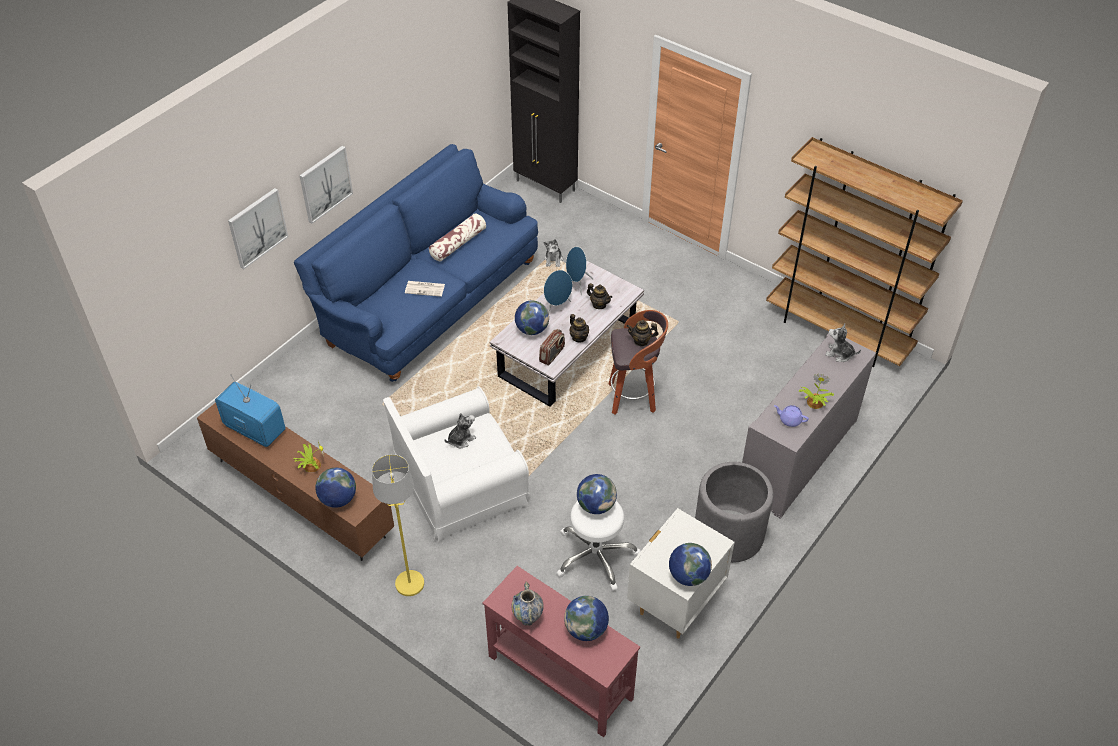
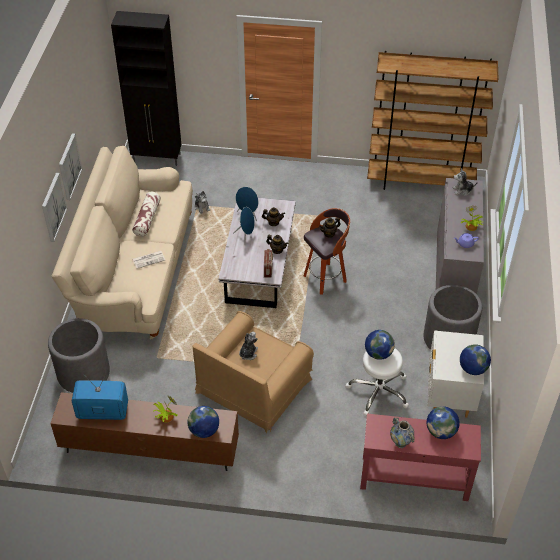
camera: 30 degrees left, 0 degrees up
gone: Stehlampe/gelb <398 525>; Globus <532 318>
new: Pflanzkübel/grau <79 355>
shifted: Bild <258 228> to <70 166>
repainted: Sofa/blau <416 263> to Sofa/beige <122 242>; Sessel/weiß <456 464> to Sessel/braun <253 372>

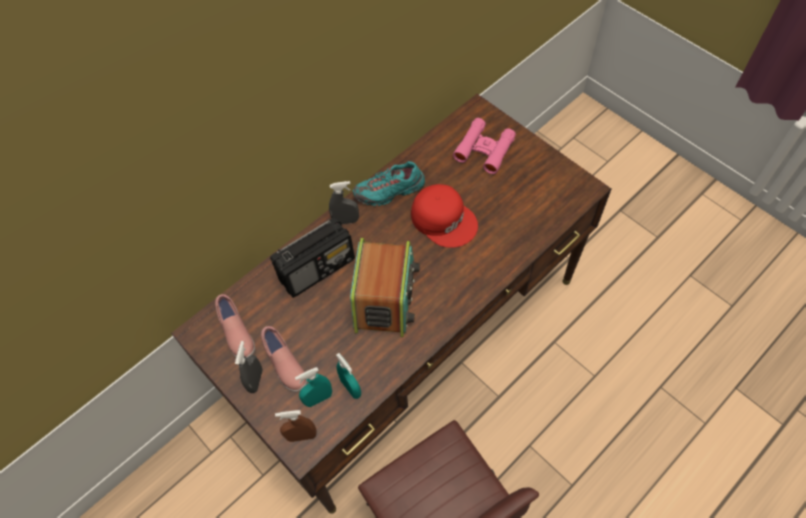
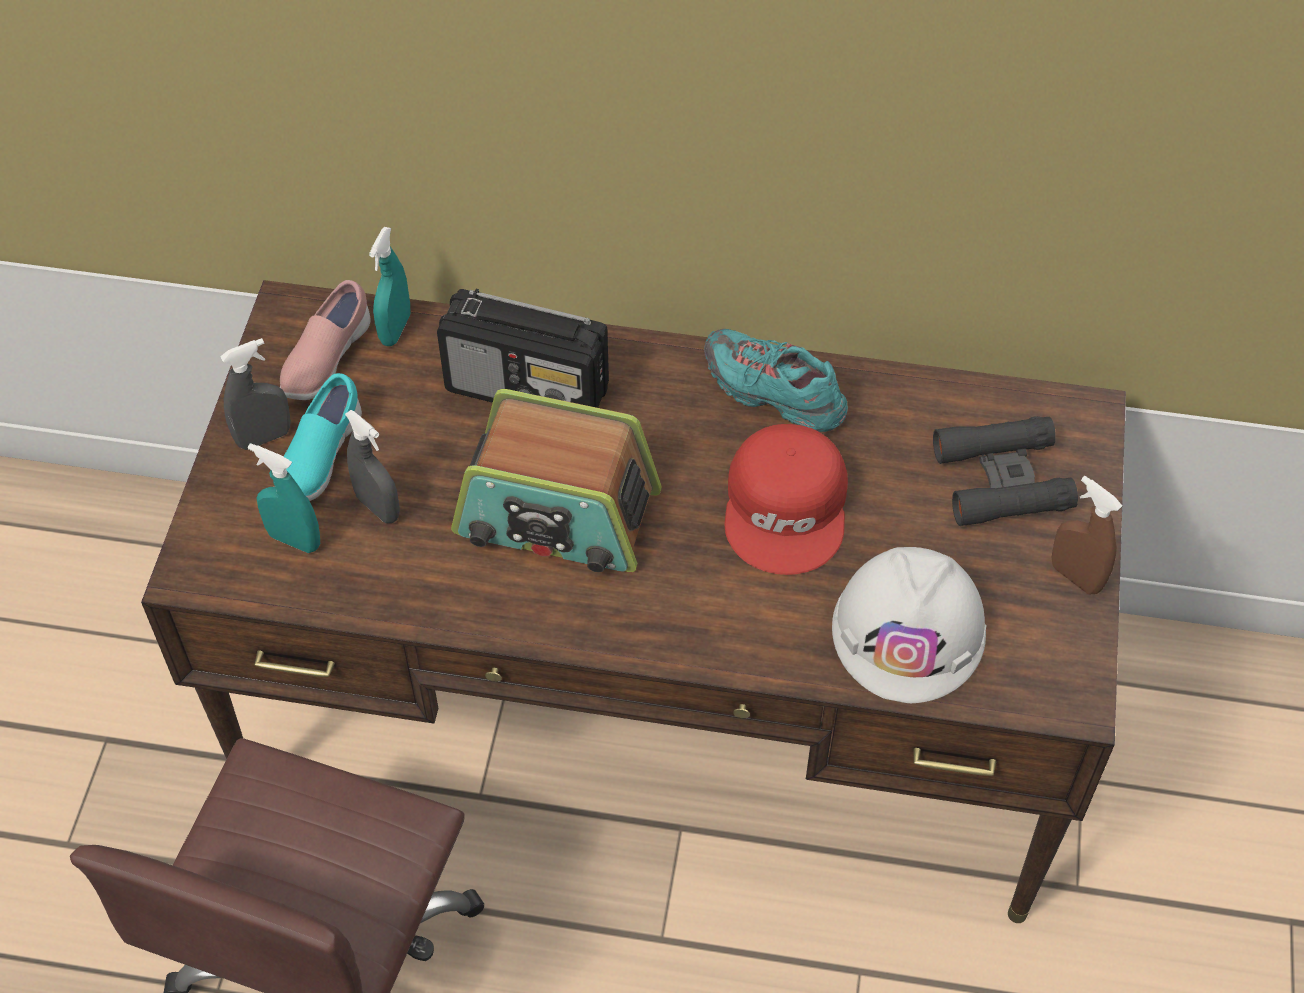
camera: 50 degrees right, 5 degrees down
new: Schutzhelm/weiß <909 625>
shifted: Sprühflasche/braun <296 426> to <1086 535>; Sprühflasche/grau <344 203> to <372 466>; Sprühflasche/türkis <348 376> to <389 286>
repainted: Schuh/rosa <284 359> to Schuh/türkis <322 437>; Fernglas/rosa <484 146> to Fernglas/schwarz <1005 471>
rotated: Radio <385 287> = <556 481> 45 degrees clockwise

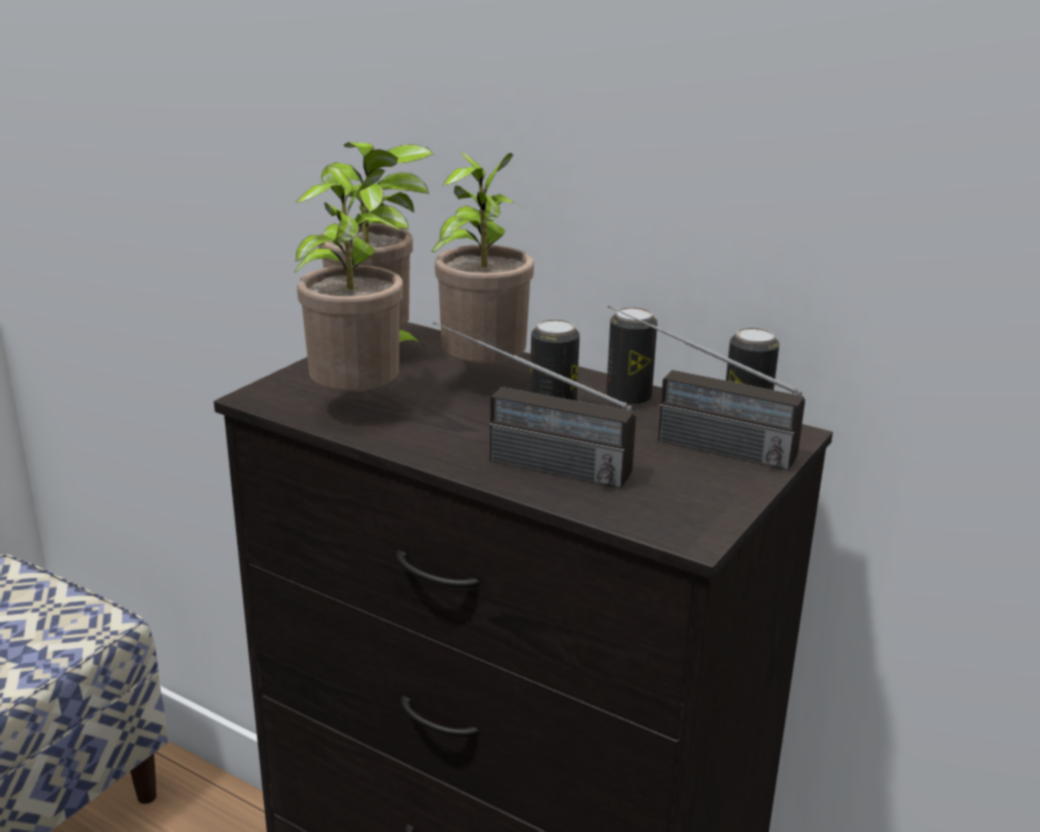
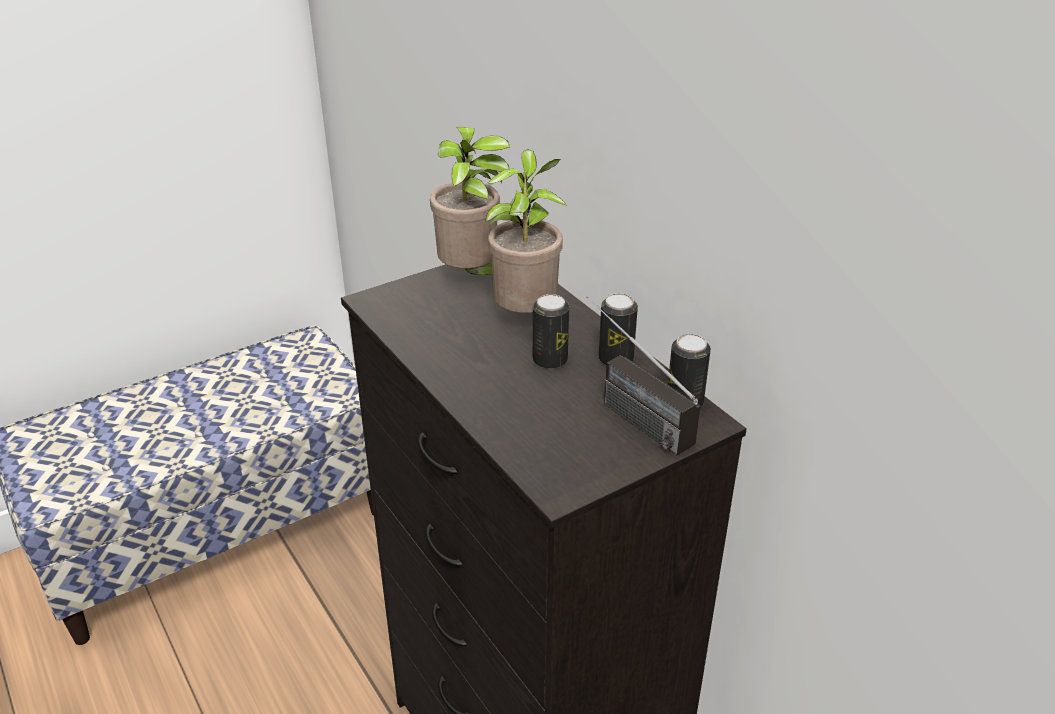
camera: 25 degrees right, 10 degrees up
gone: Topfpflanze <348 279>; Radio <534 405>

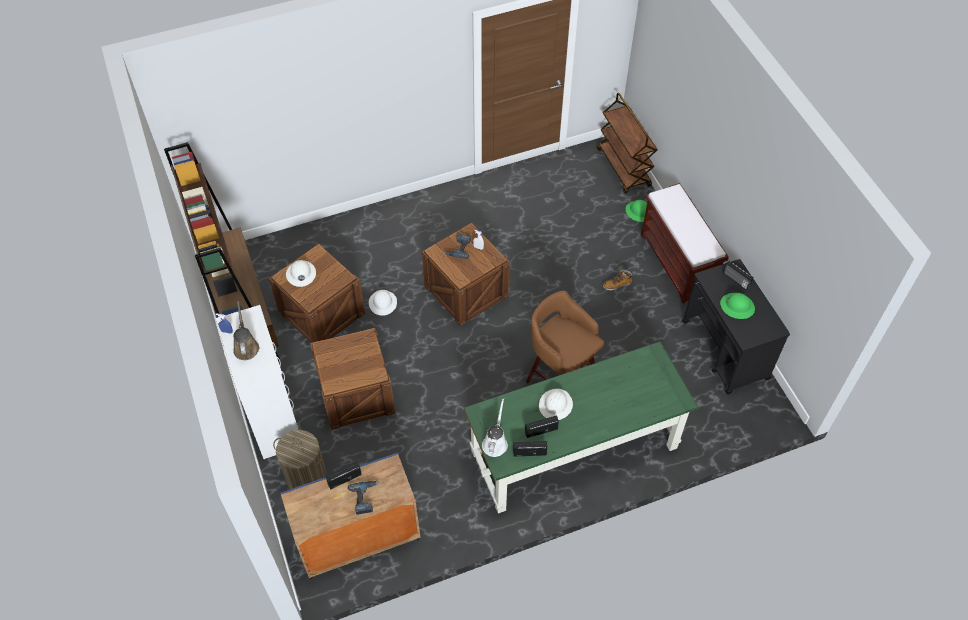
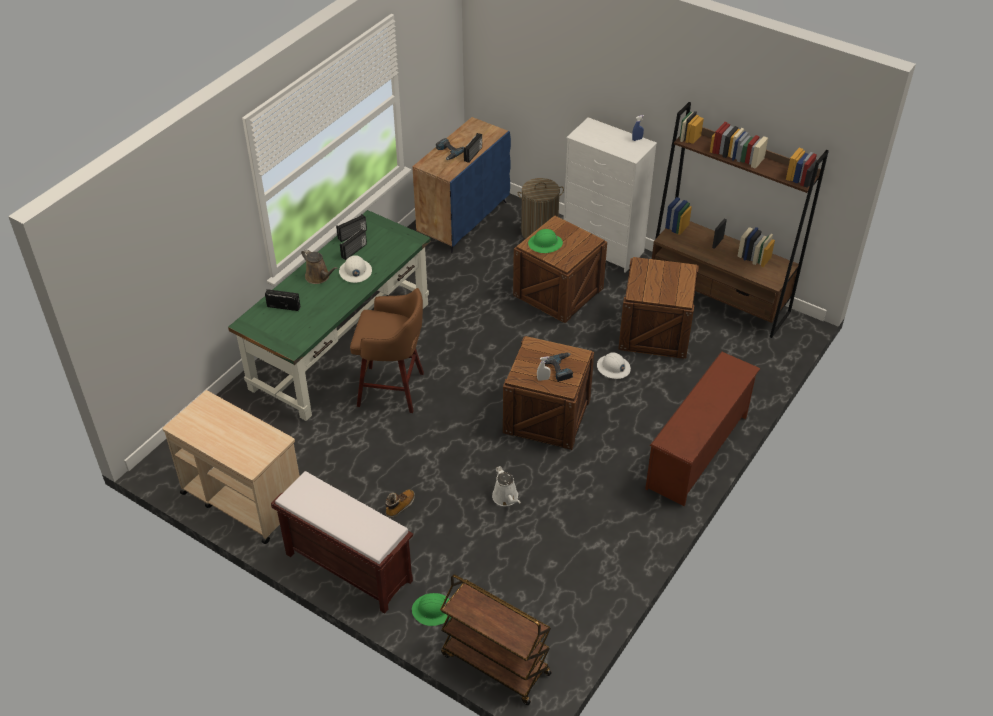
camera: 145 degrees right, 10 degrees down
gone: Schutzhelm/weiß <301 273>
new: Schuhregal/braun <703 428>
shifted: Gießkanne/braun <246 330> to <319 266>; Gießkanne/weiß <495 427> to <506 486>; Schutzhelm/grün <737 306> to <545 241>; Radio <738 275> to <283 300>
repainted: Rollwagen/schwarz <736 327> to Rollwagen/beige <231 467>

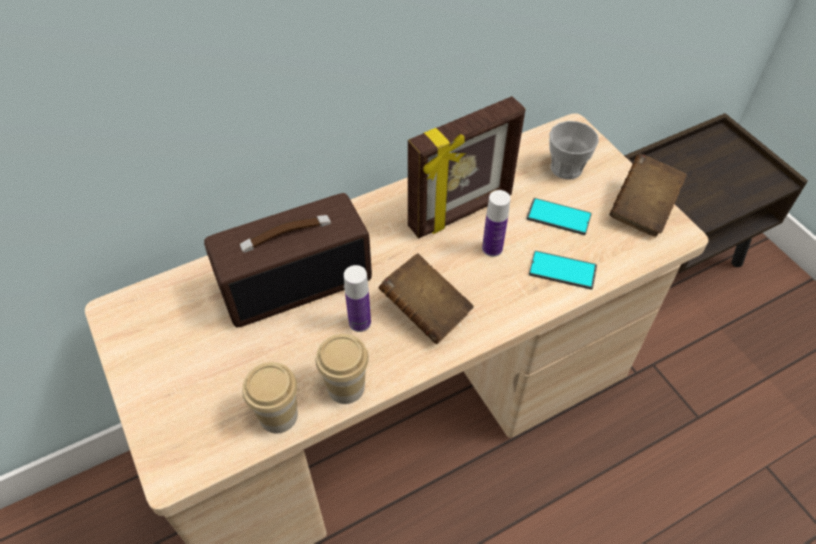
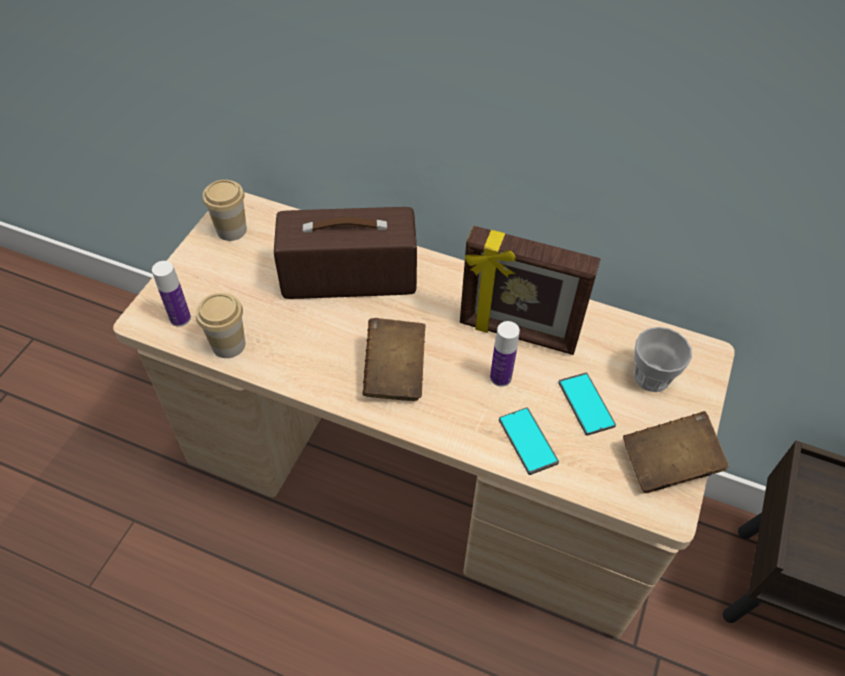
camera: 50 degrees right, 0 degrees up
shifted: Tasse <342 369> to <225 210>; Flasche <357 298> to <171 294>
rotated: Radio <288 260> = <345 253> 150 degrees clockwise

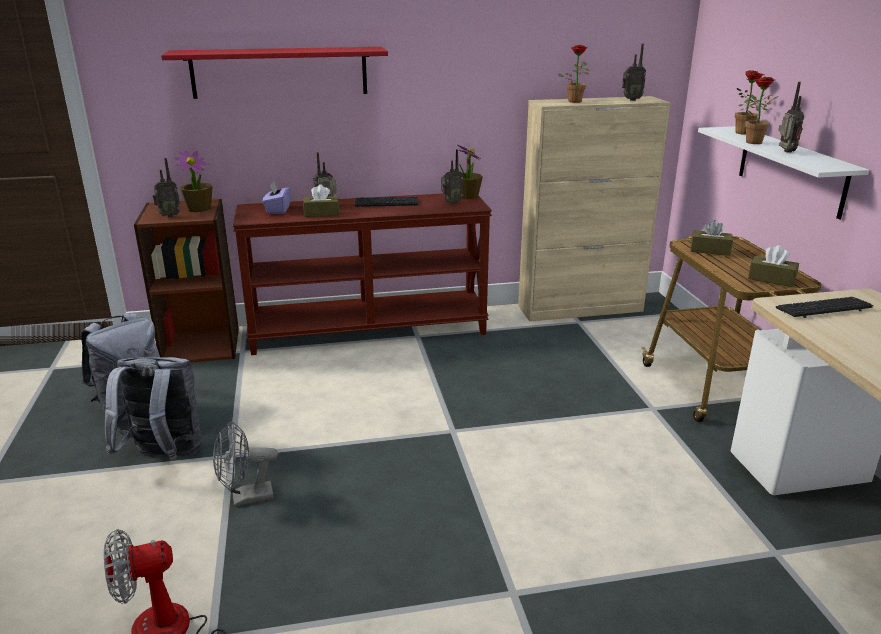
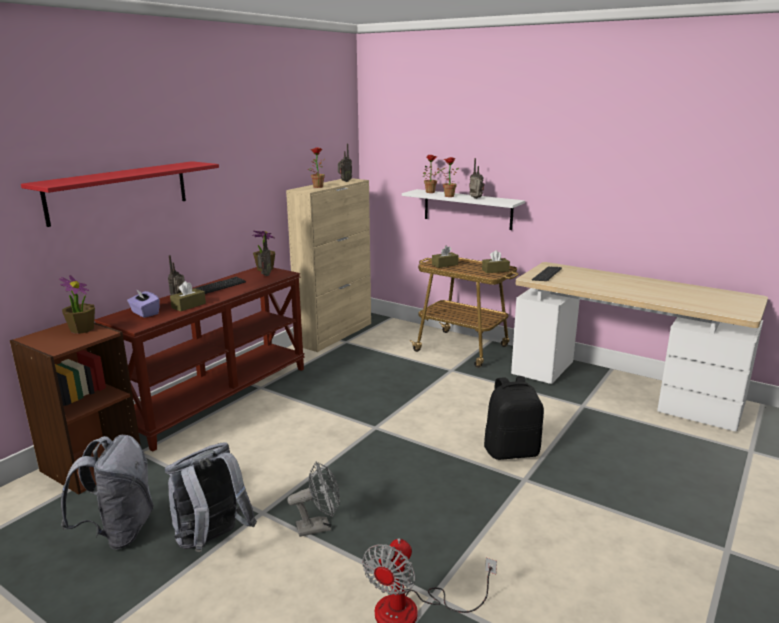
camera: 45 degrees left, 5 degrees down
gone: Radio <166 187>
new: Rucksack/schwarz <514 418>
rotated: Ventilator/grau <245 464> = <313 499> 135 degrees counterclockwise

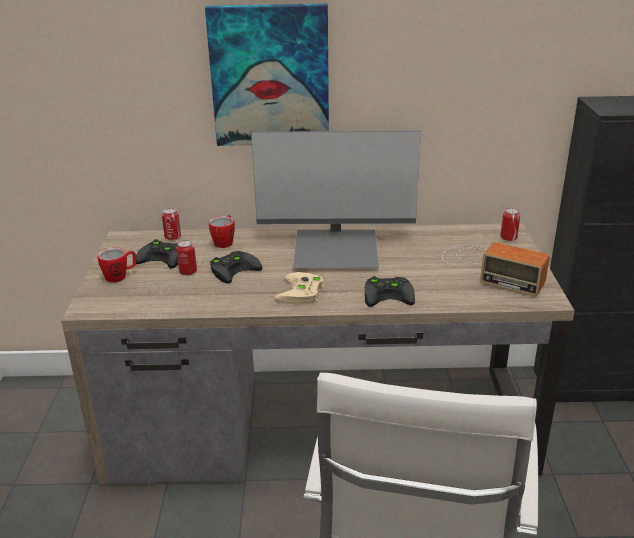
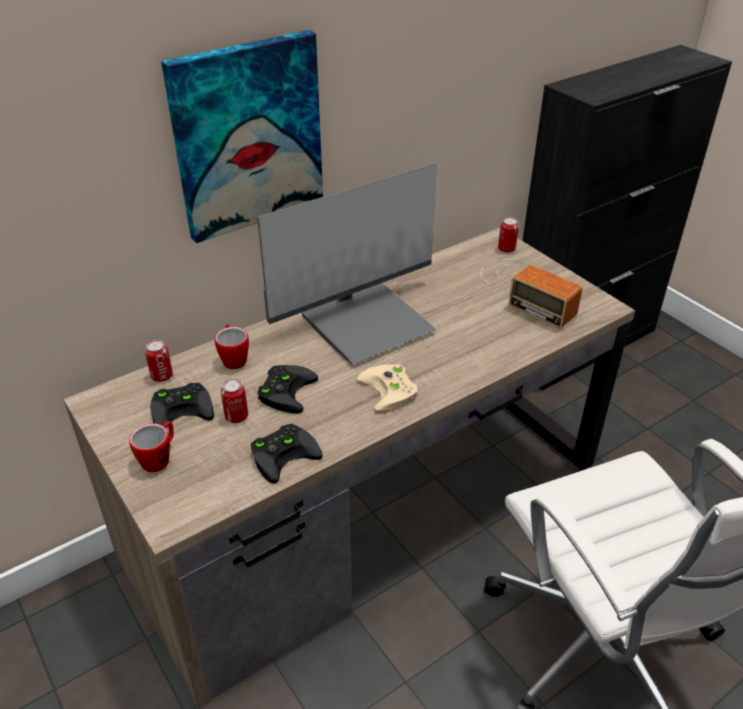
camera: 35 degrees left, 10 degrees up
shifted: Gamepad/schwarz <390 291> to <287 454>
rotated: Radio <496 269> = <531 294> 45 degrees clockwise

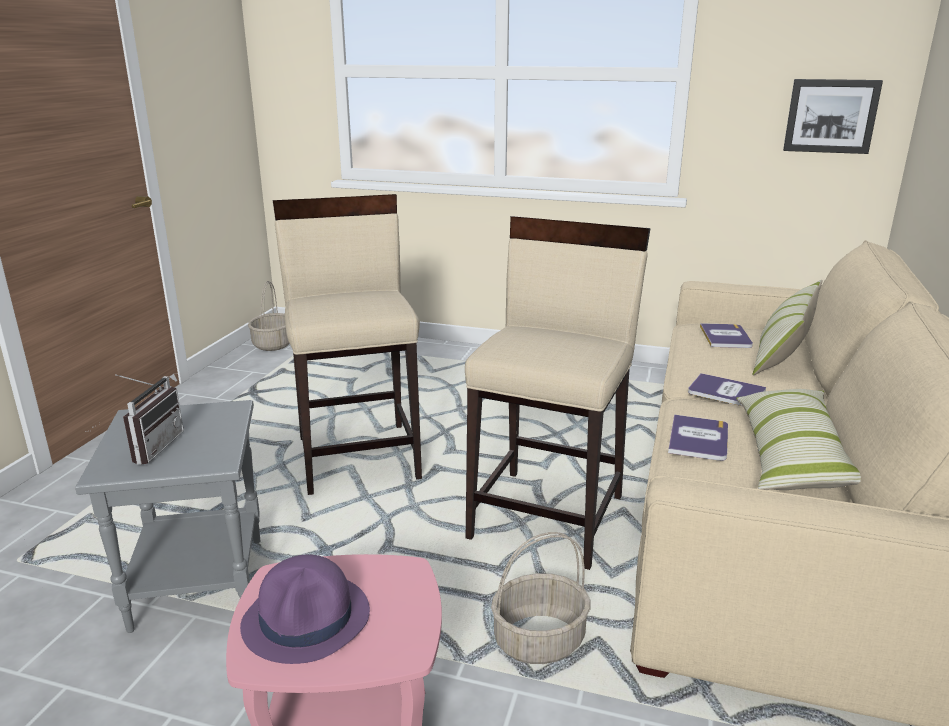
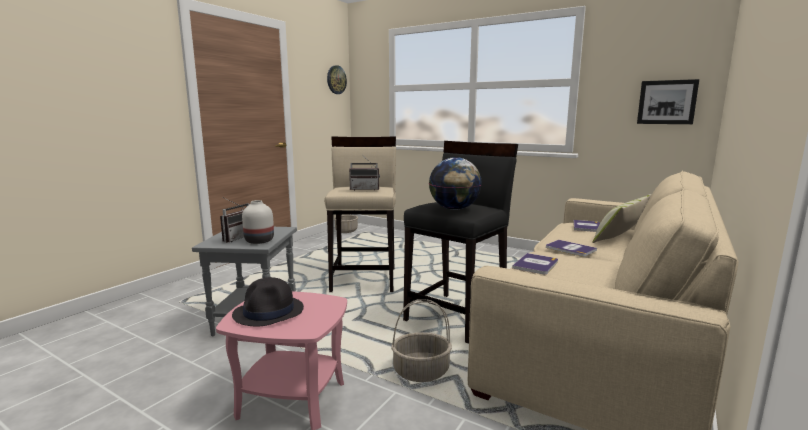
camera: 15 degrees right, 10 degrees down
gone: Kissen <798 439>
new: Vase/weiß <258 222>; Wanduhr <337 79>; Radio <364 174>; Globus <455 183>
repainted: Hut/lila <305 609> to Hut/schwarz <268 302>; Hocker/beige <557 393> to Hocker/schwarz <460 242>

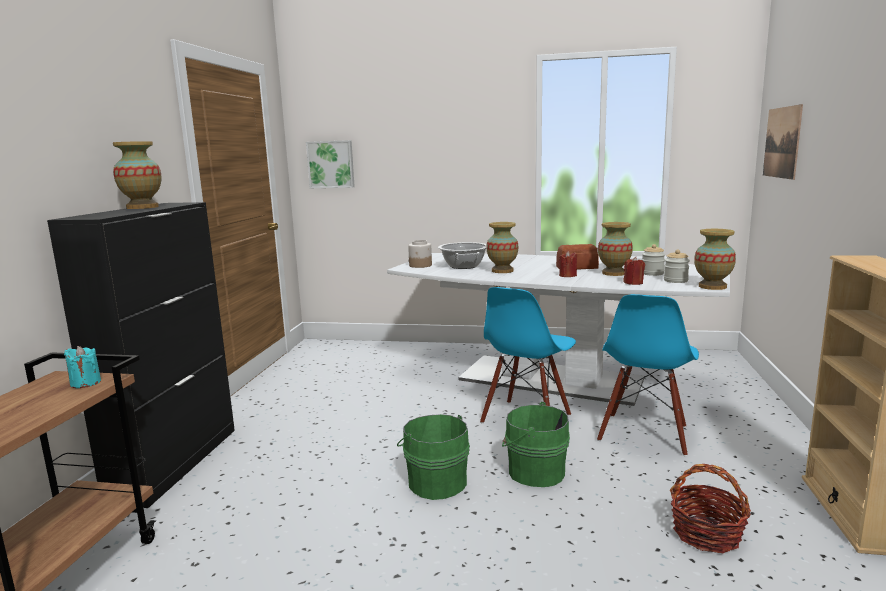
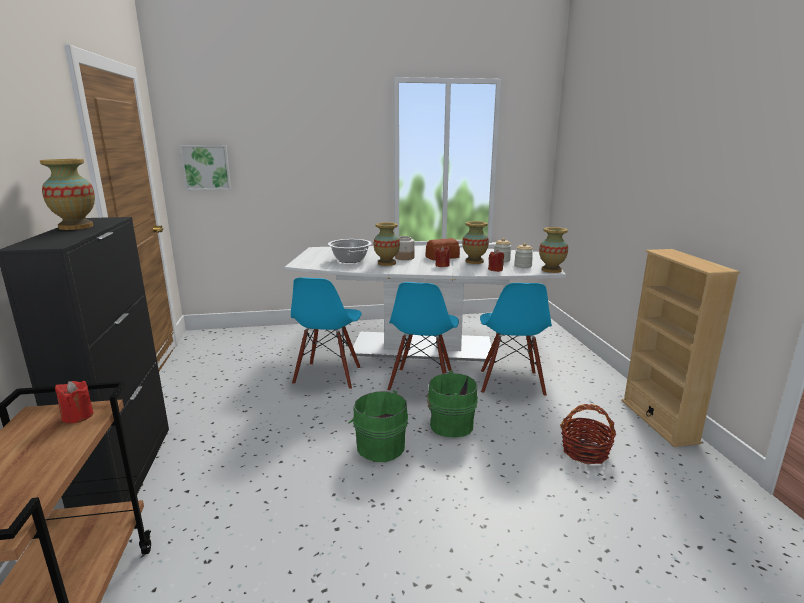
camera: 20 degrees left, 5 degrees up
gone: Bild <783 142>
new: Stuhl/blau <326 333>
shifted: Vorratsglas <420 254> to <405 248>
repainted: Kerze/türkis <82 367> to Kerze/rot <74 402>

